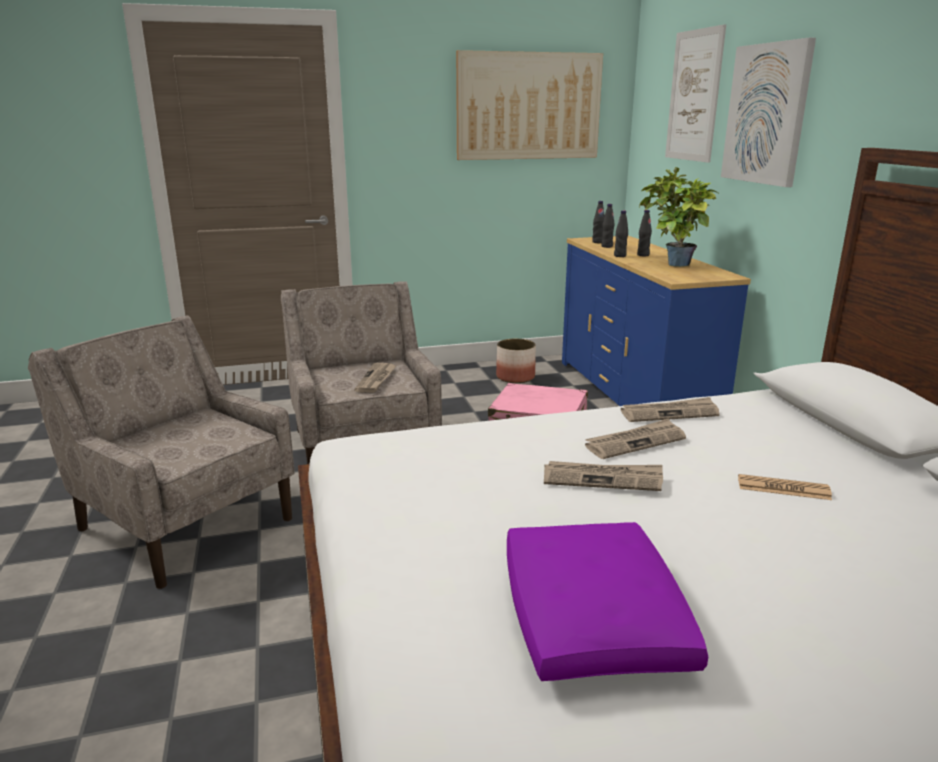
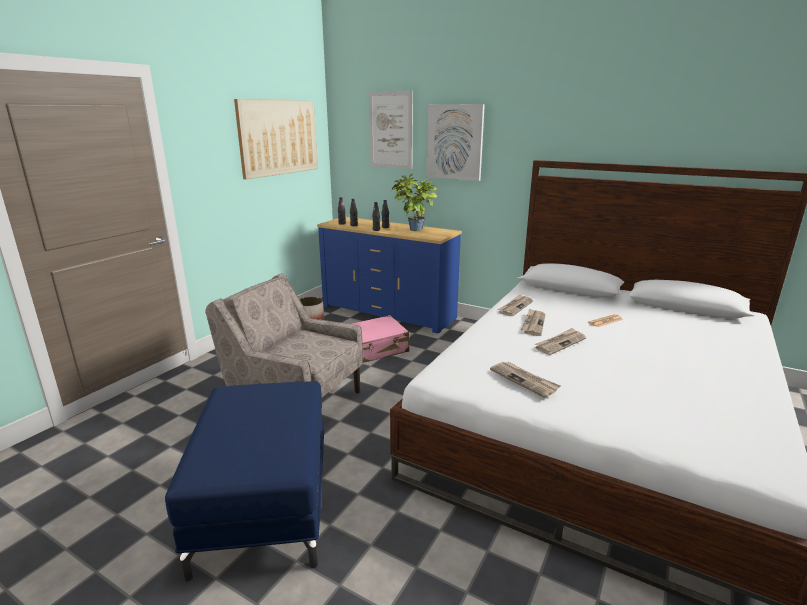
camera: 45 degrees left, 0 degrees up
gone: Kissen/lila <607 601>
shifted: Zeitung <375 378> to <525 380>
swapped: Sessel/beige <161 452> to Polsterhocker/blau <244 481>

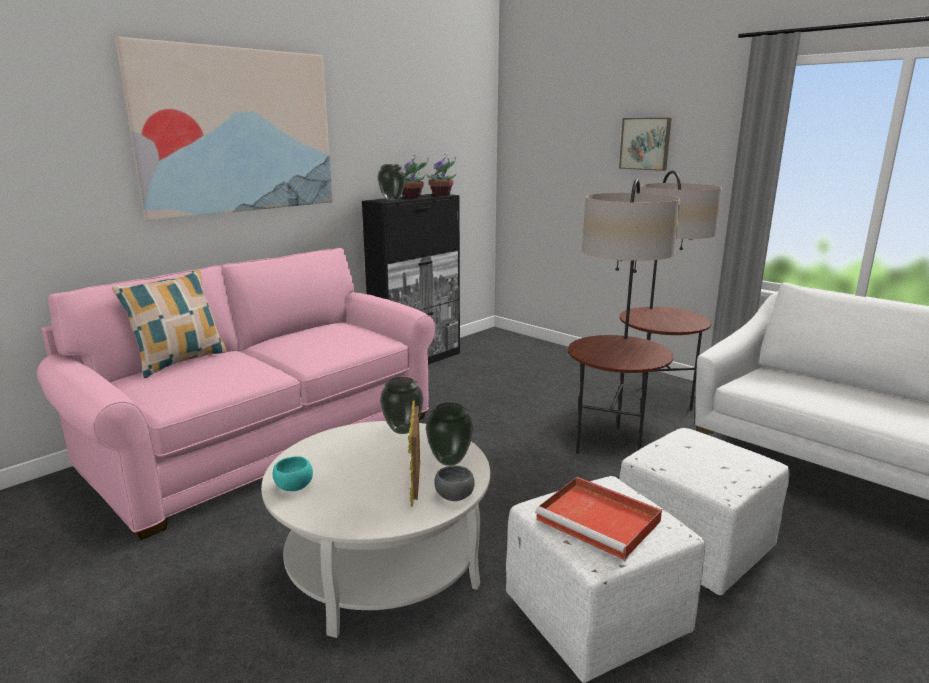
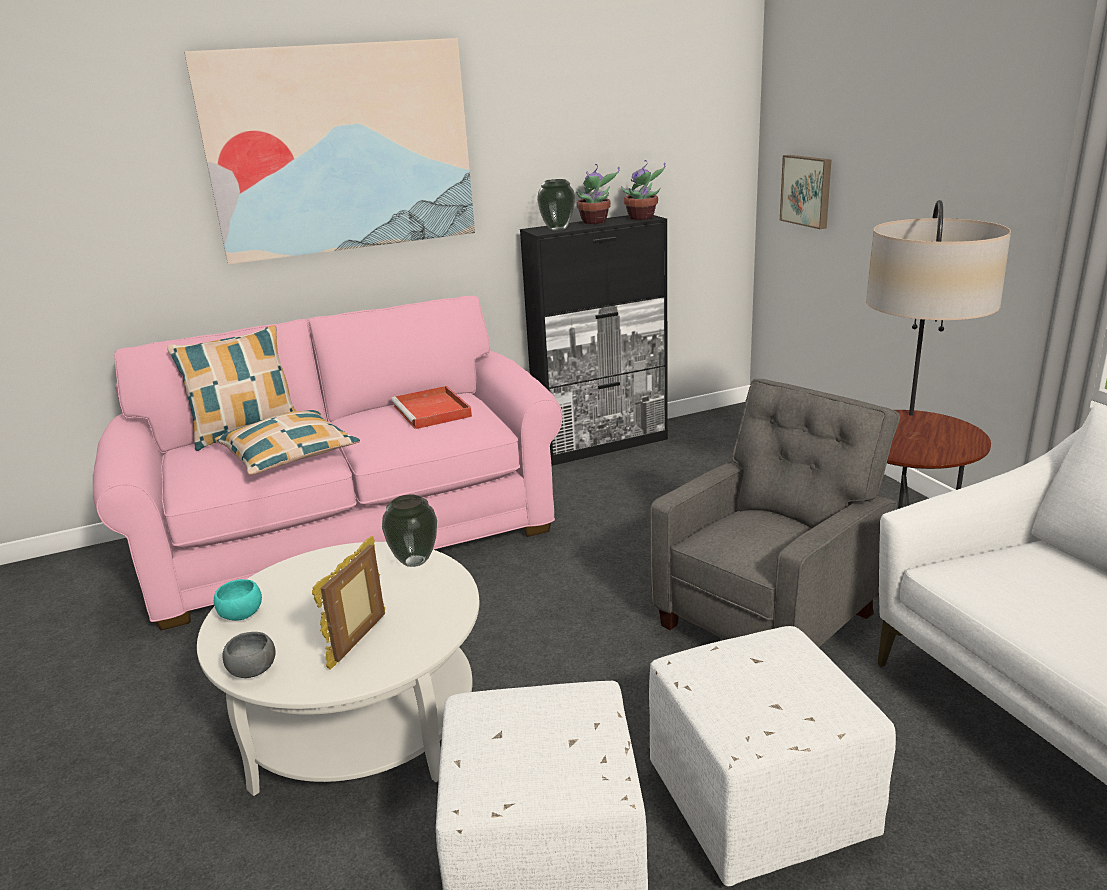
camera: 25 degrees right, 5 degrees up
gone: Vase <449 434>
new: Kissen <287 442>
shifted: Schüssel/grau <454 483> to <249 655>; Tablett/rot <598 518> to <431 407>; Bild <645 144> to <806 192>
swapped: Stehlampe <624 316> to Sessel/grau <775 513>

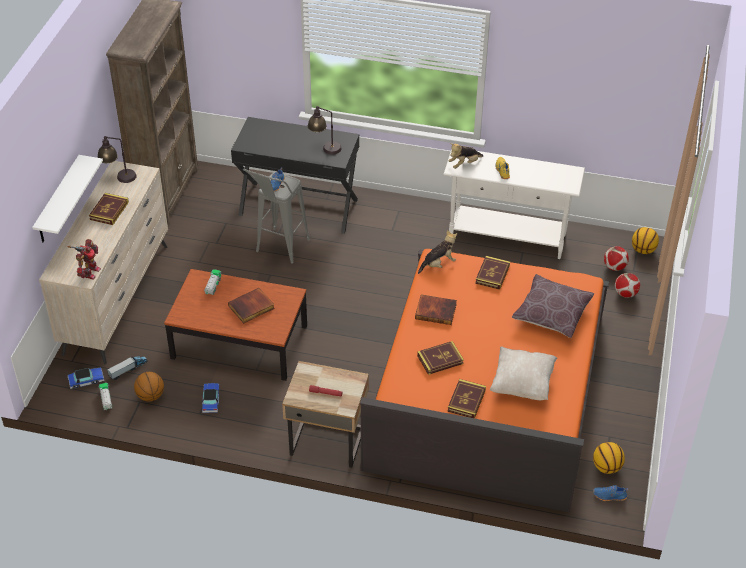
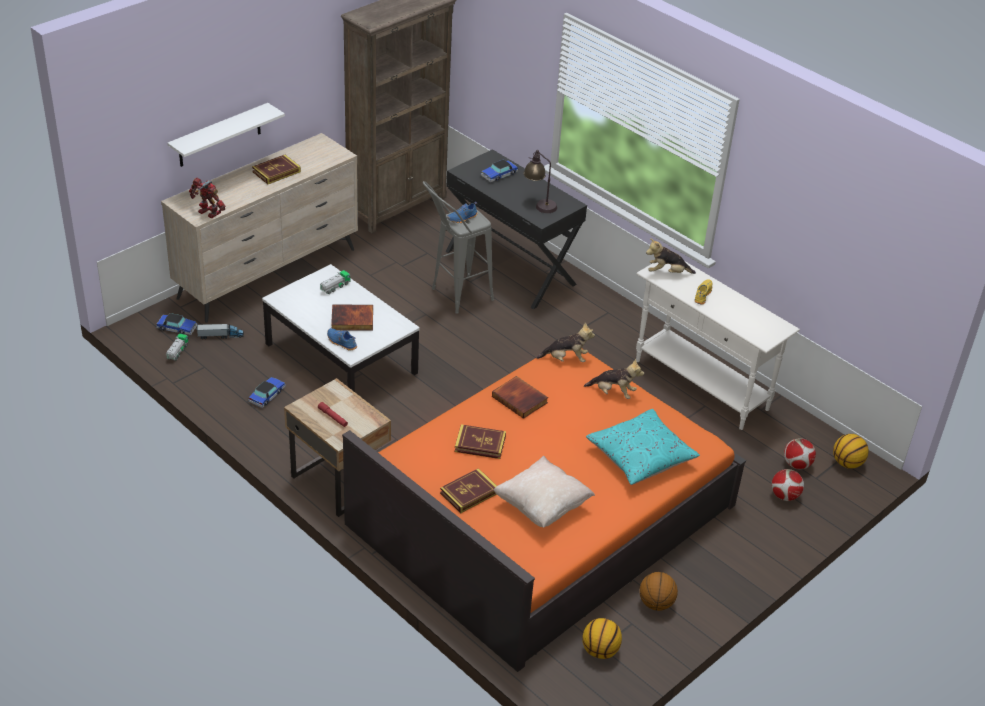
camera: 30 degrees right, 5 degrees down
gone: Tischlampe <117 159>
new: Spielzeugauto <499 171>
shifted: Basketball <149 386> to <659 591>; Schuh/blau <611 493> to <342 339>
swapped: Buch <492 273> to Plüschtier <614 378>
repainted: Couchtisch/braun <235 325> to Couchtisch/weiß <341 328>; Kissen/braun <553 306> to Kissen/türkis <643 447>
rotated: Spielzeugroboter <84 259> = <207 197> 105 degrees counterclockwise

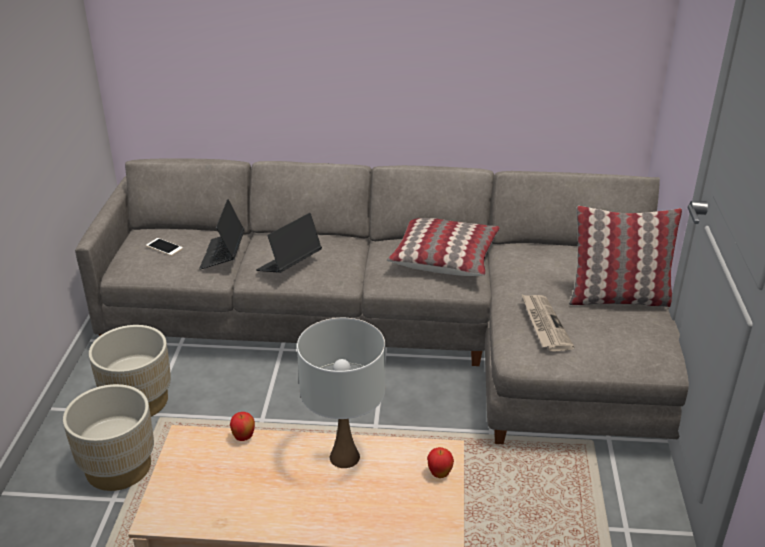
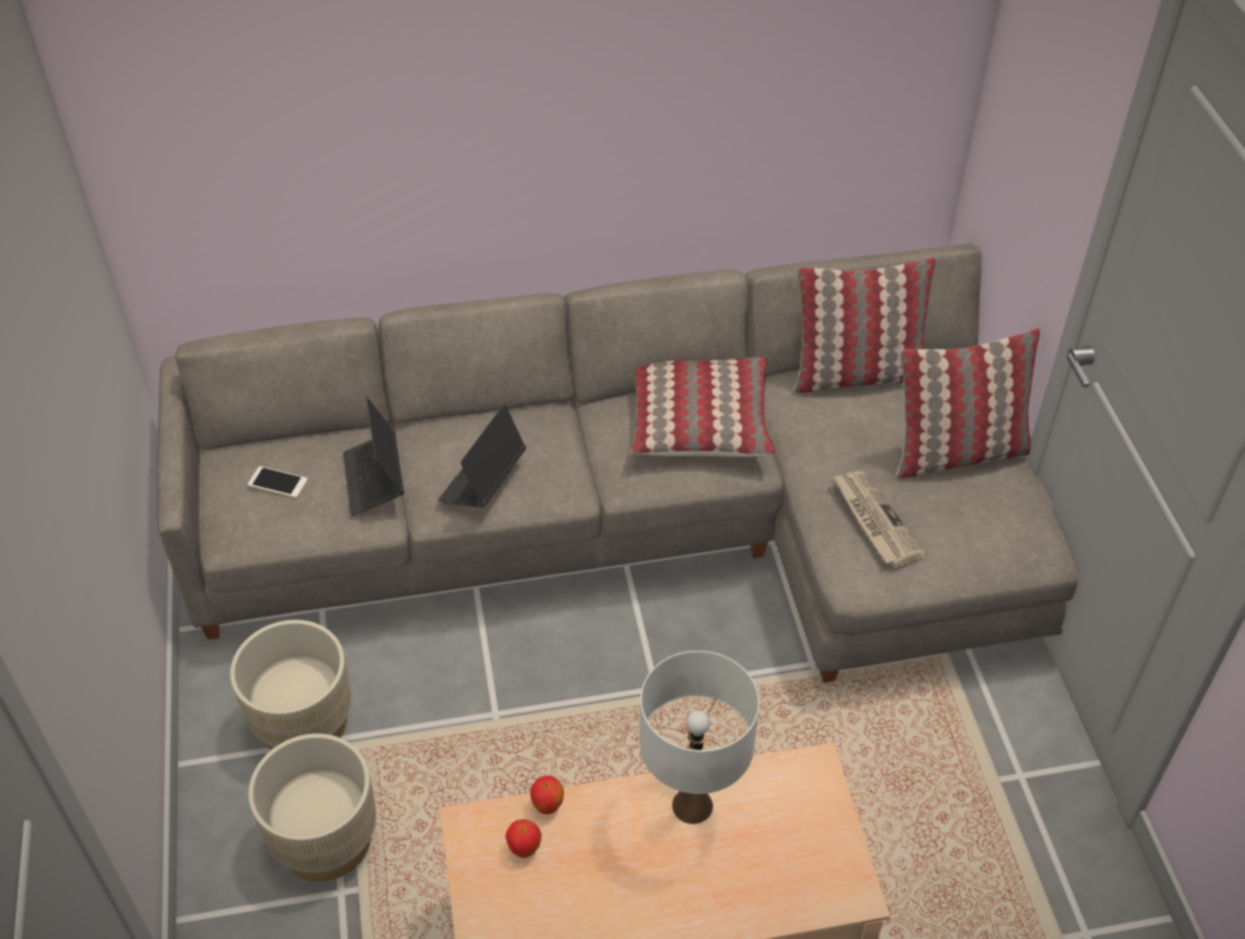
camera: 15 degrees left, 15 degrees up
new: Kissen <864 325>
shifted: Apfel <440 462> to <523 838>

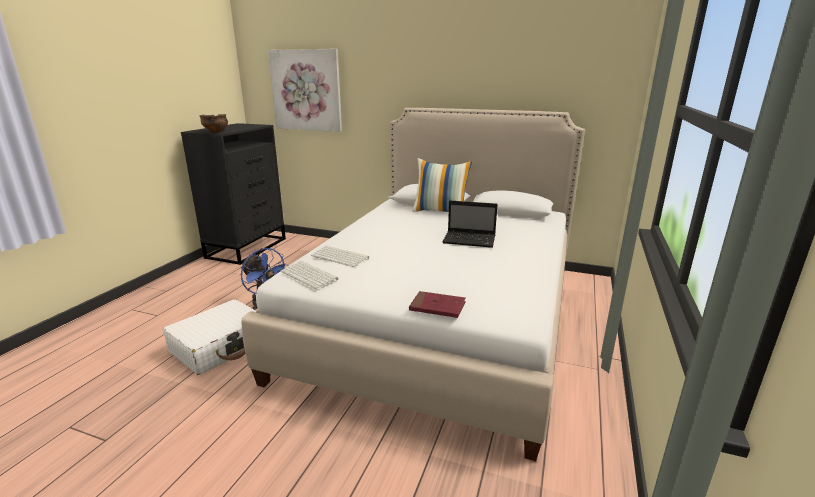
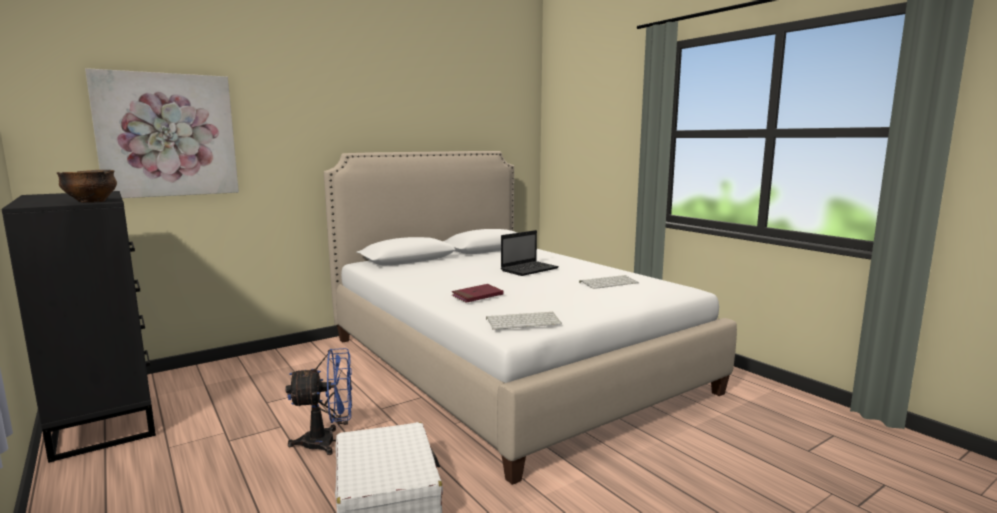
camera: 55 degrees left, 10 degrees down
gone: Kissen <442 185>
shifted: Tastatur <340 256> to <609 282>; Buch/rot <437 304> to <478 293>

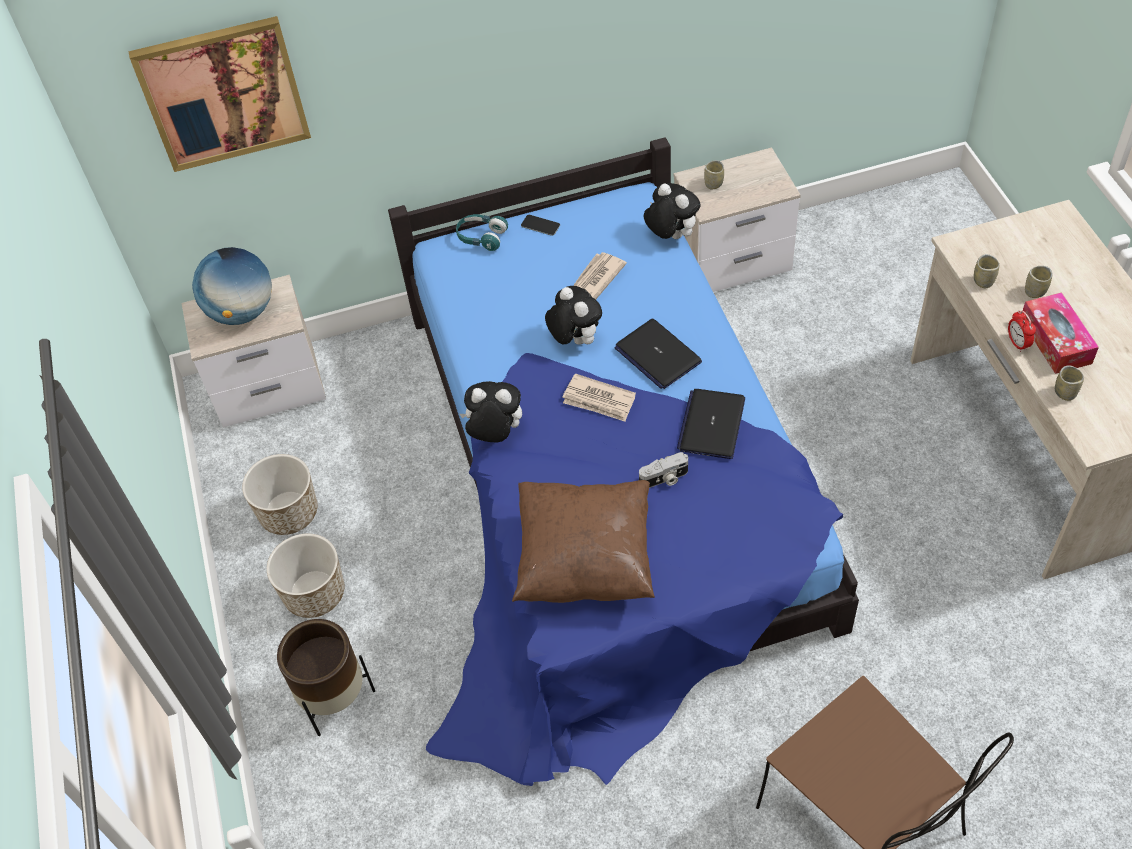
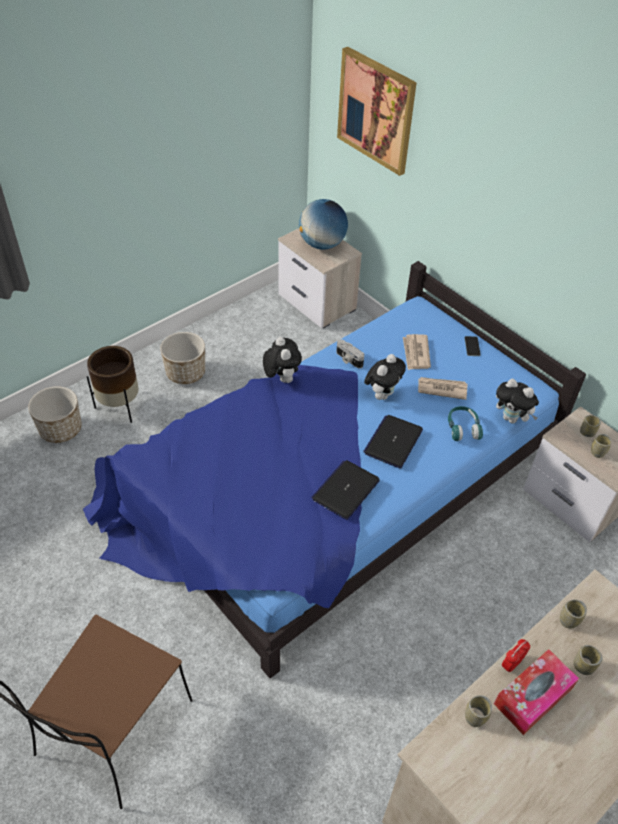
camera: 60 degrees right, 5 degrees down
gone: Kissen/braun <583 541>
new: Tasse <601 446>
shifted: Pflanzkübel <280 494> to <55 414>; Kopfhörer/türkis <482 232> to <465 423>; Zeitung <599 397> to <417 352>; Kamera <663 470> to <350 353>
rotated: Plüschtier <671 211> = <517 401> 105 degrees clockwise; Laptop <711 424> = <345 490> 45 degrees counterclockwise

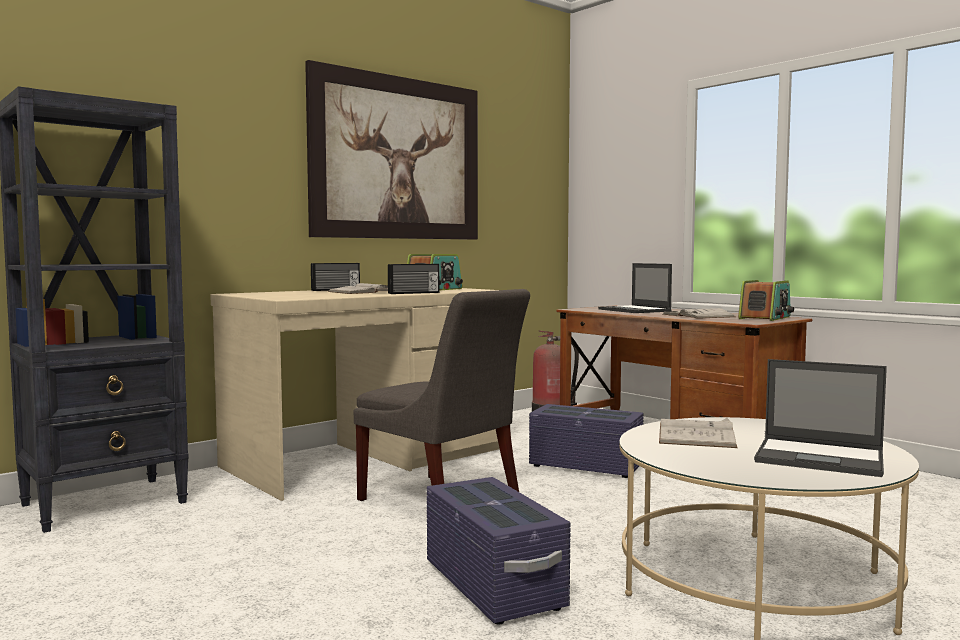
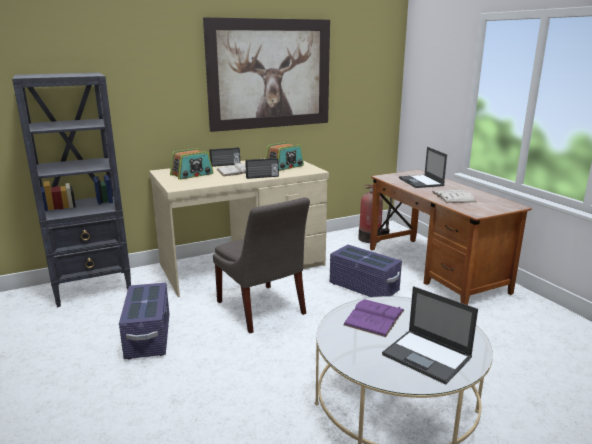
camera: 15 degrees right, 15 degrees up
shifted: Aufbewahrungsbox/lila <499 551> to <144 321>; Radio <766 300> to <192 164>
repainted: Buch/weiß <698 433> to Buch/lila <373 318>

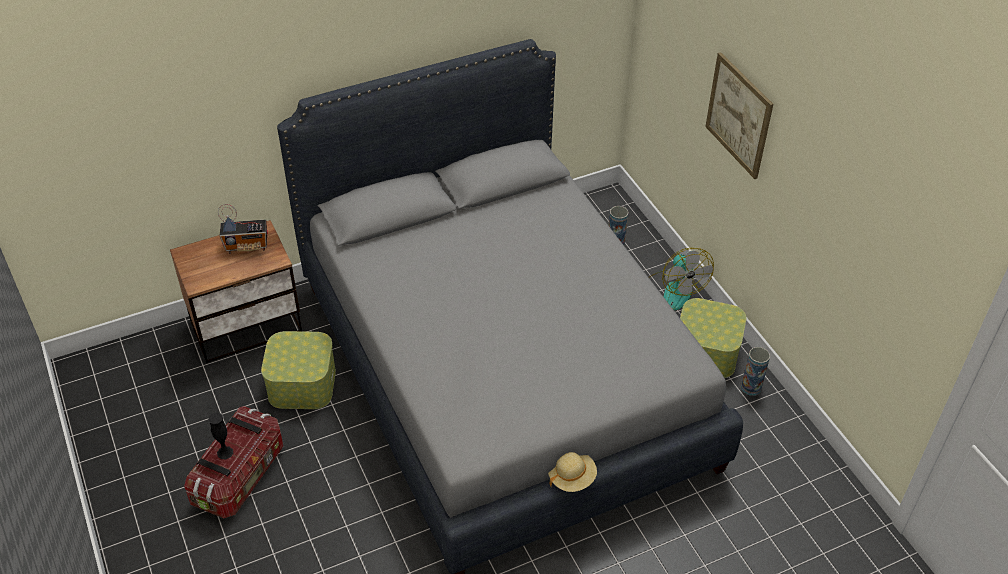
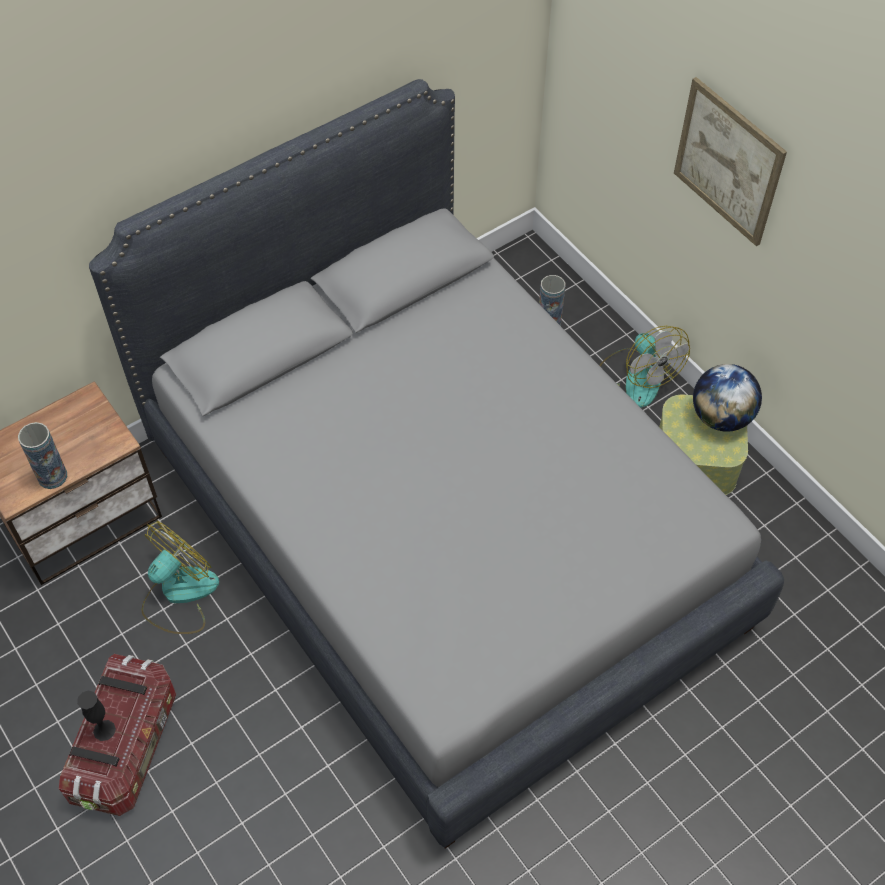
camera: 10 degrees left, 10 degrees up
gone: Radio <243 229>; Hut/beige <572 472>
new: Globus <727 398>
shifted: Vase <755 371> to <42 455>
swapped: Aufbewahrungsbox <298 370> to Ventilator <180 577>

